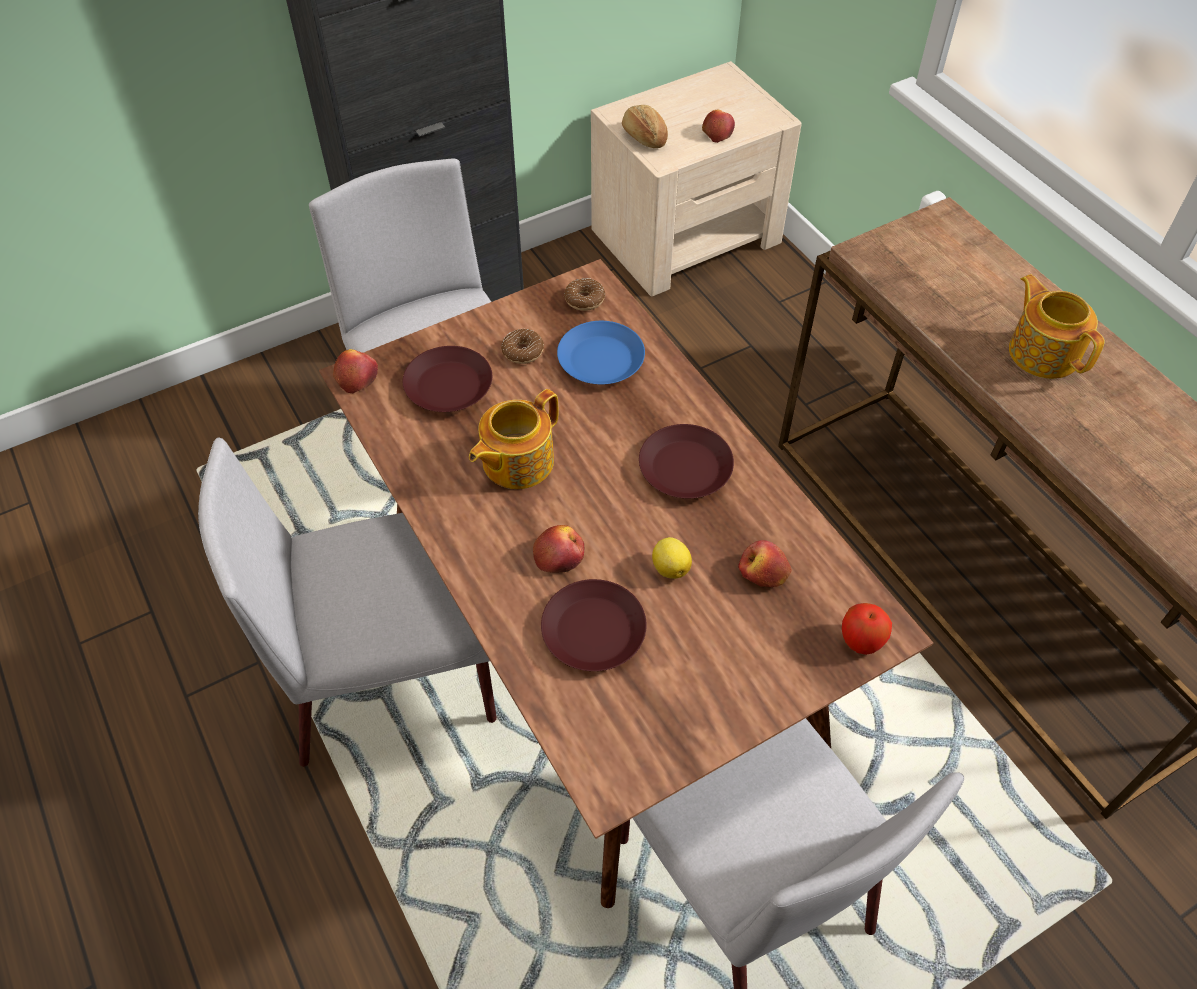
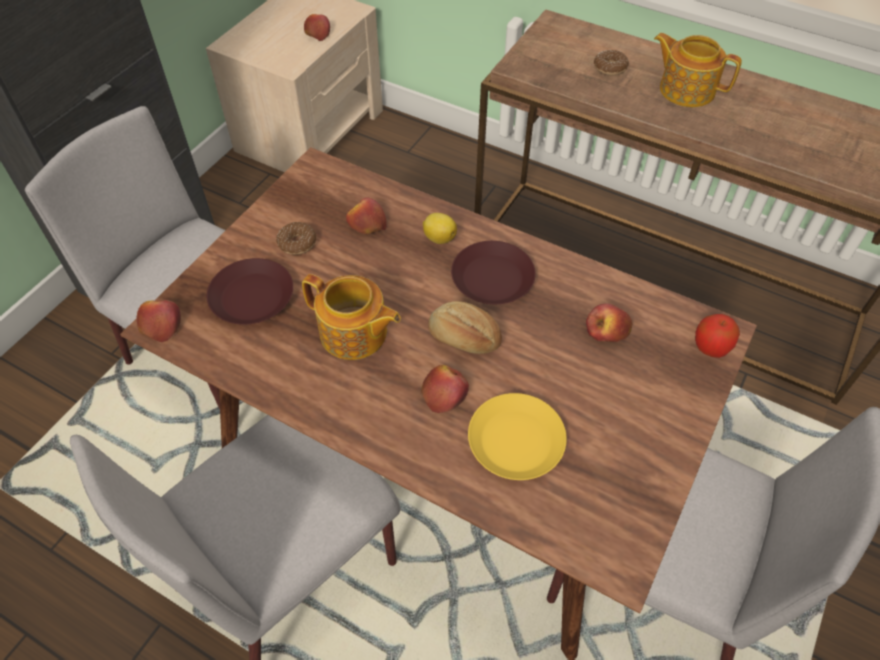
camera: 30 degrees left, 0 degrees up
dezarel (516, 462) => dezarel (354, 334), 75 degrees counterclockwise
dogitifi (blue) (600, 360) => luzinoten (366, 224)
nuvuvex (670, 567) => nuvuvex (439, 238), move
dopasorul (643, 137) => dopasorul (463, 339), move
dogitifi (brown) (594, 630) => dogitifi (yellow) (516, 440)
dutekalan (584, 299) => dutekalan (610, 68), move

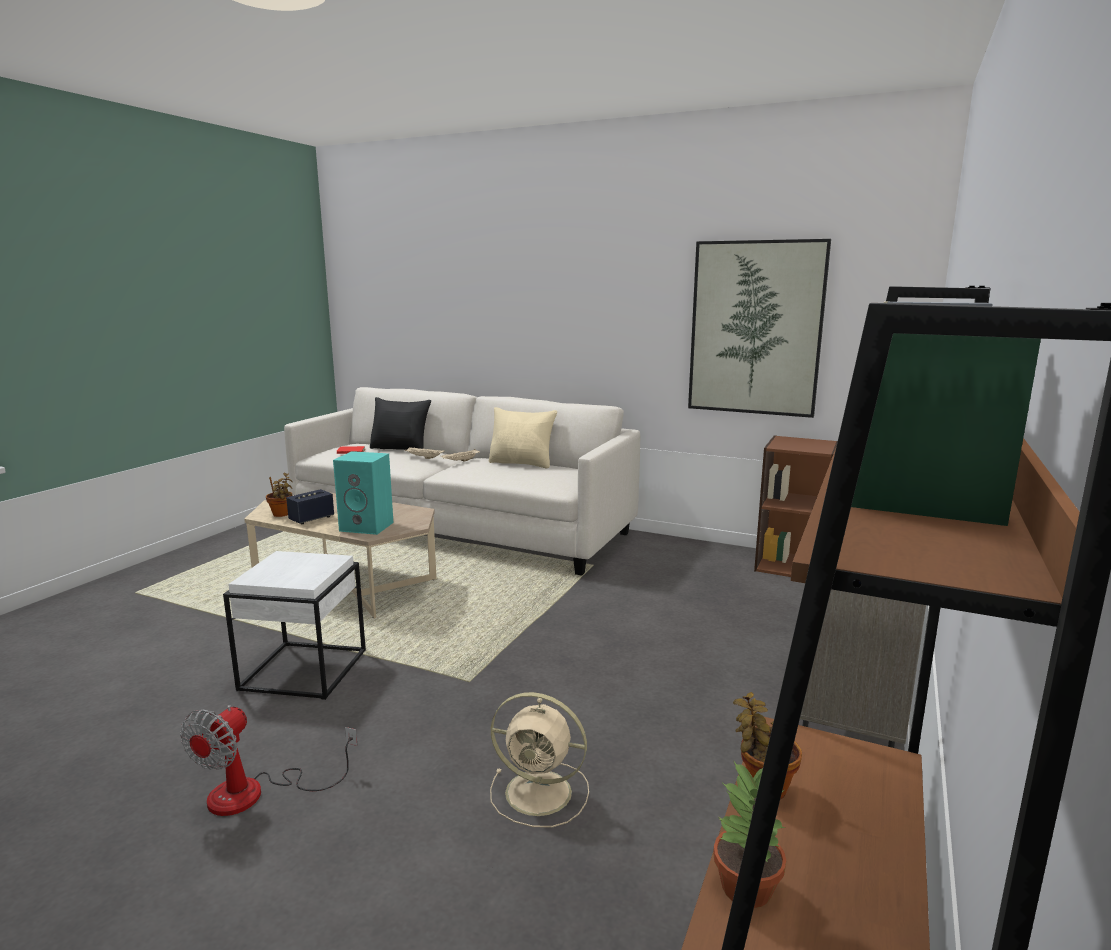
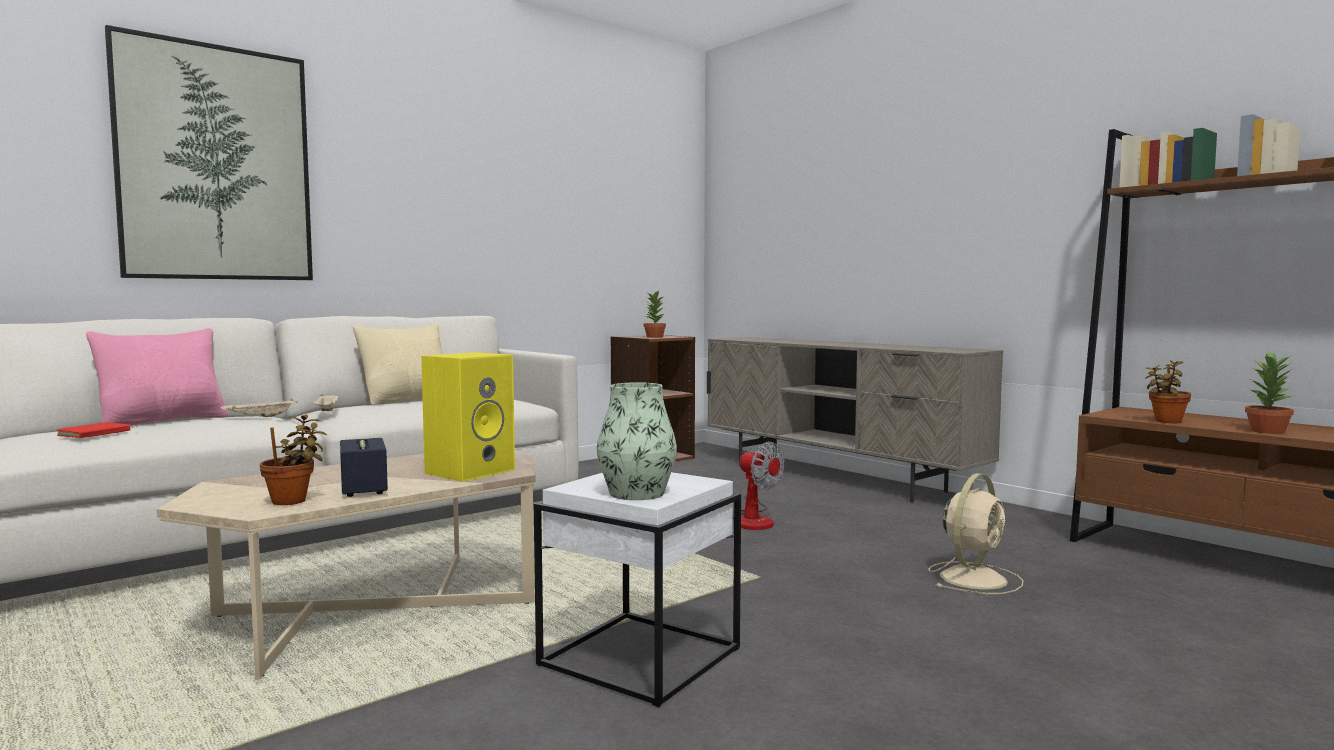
camera: 65 degrees left, 10 degrees down
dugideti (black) (400, 449) => dugideti (pink) (165, 421)
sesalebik (755, 328) => sesalebik (216, 163), move
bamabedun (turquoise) (368, 526) => bamabedun (yellow) (470, 471)
nothing => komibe (636, 493)
nothing => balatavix (654, 337)
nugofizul (256, 793) => nugofizul (754, 520), move

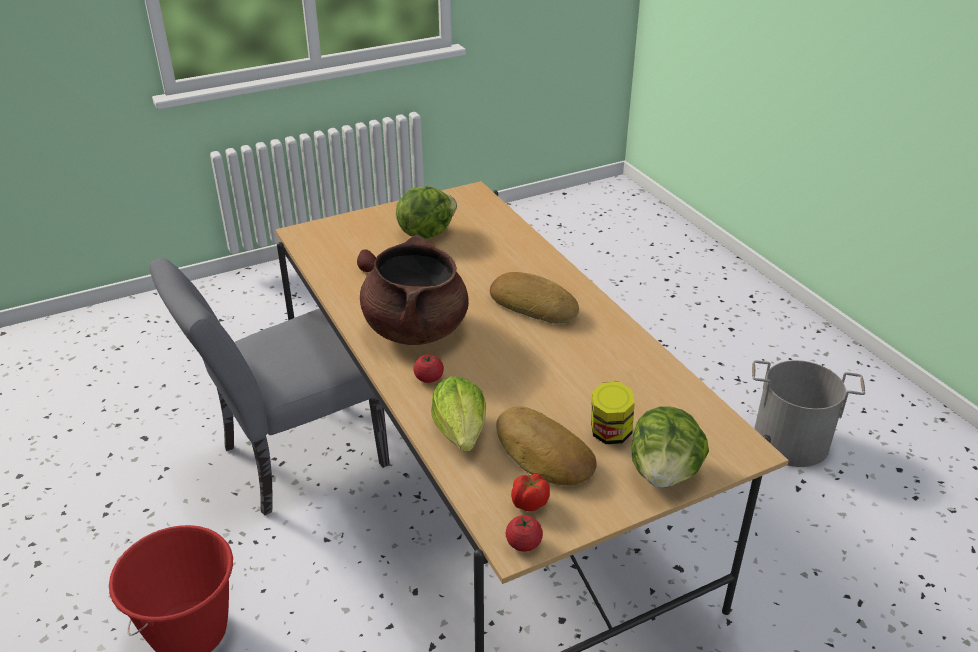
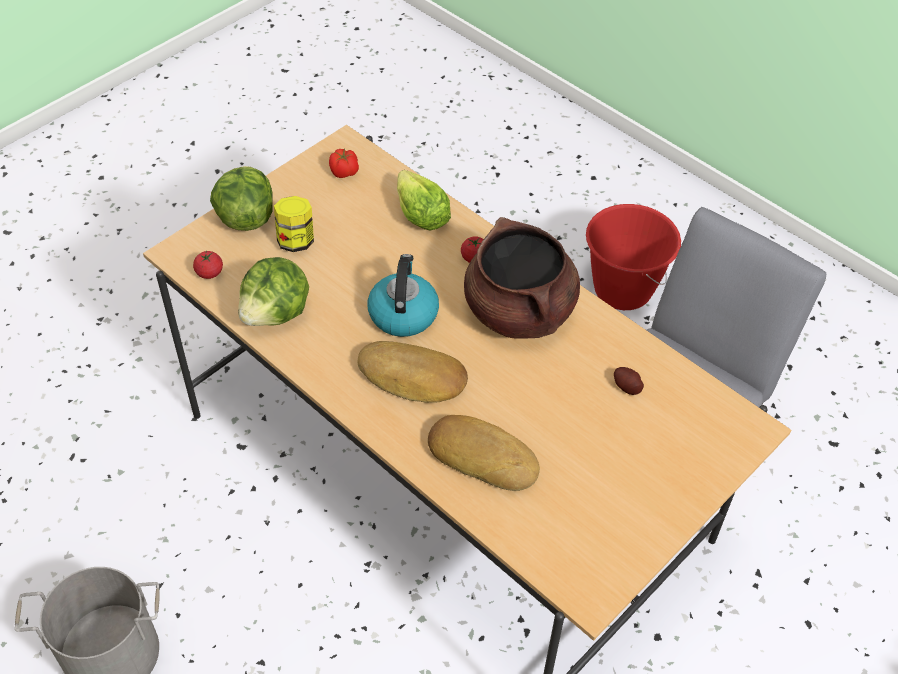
camera: 160 degrees right, 15 degrees up
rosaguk (523, 543) => rosaguk (209, 273), move
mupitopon (425, 232) => mupitopon (276, 313), move
nothing => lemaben (403, 313)
dopasorul (542, 454) => dopasorul (483, 456), move

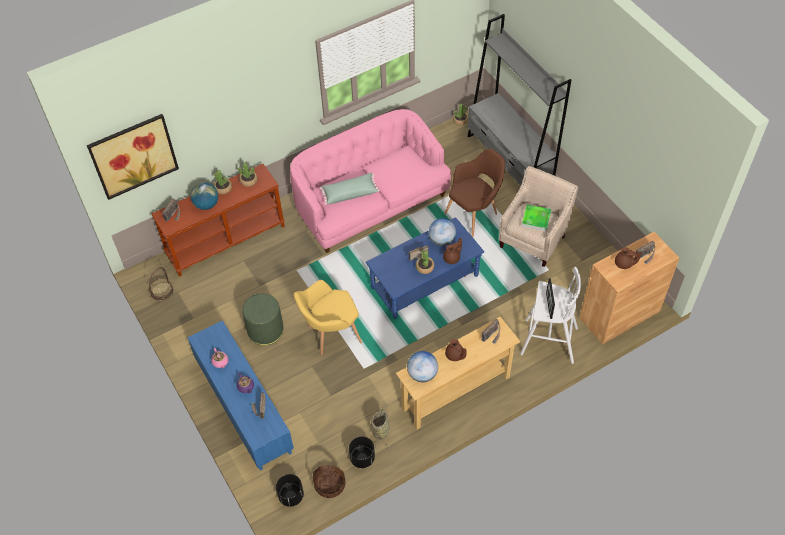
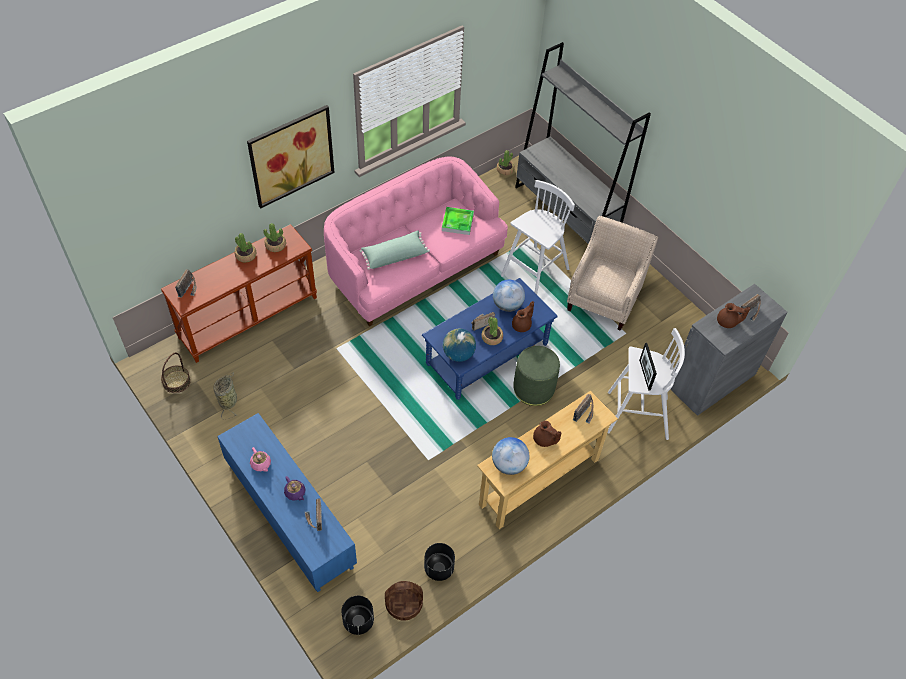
camera: 10 degrees left, 0 degrees up
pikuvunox (381, 431) => pikuvunox (228, 400), move
sesalebik (133, 156) => sesalebik (291, 156), move
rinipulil (536, 219) => rinipulil (457, 222), move
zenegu (206, 204) => zenegu (458, 354), move
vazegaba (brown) (474, 213) => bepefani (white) (534, 273)
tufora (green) (265, 330) => tufora (green) (533, 389), move
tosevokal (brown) (619, 314) => tosevokal (grey) (711, 380)
vazegaba (yellow) (330, 334) => nothing

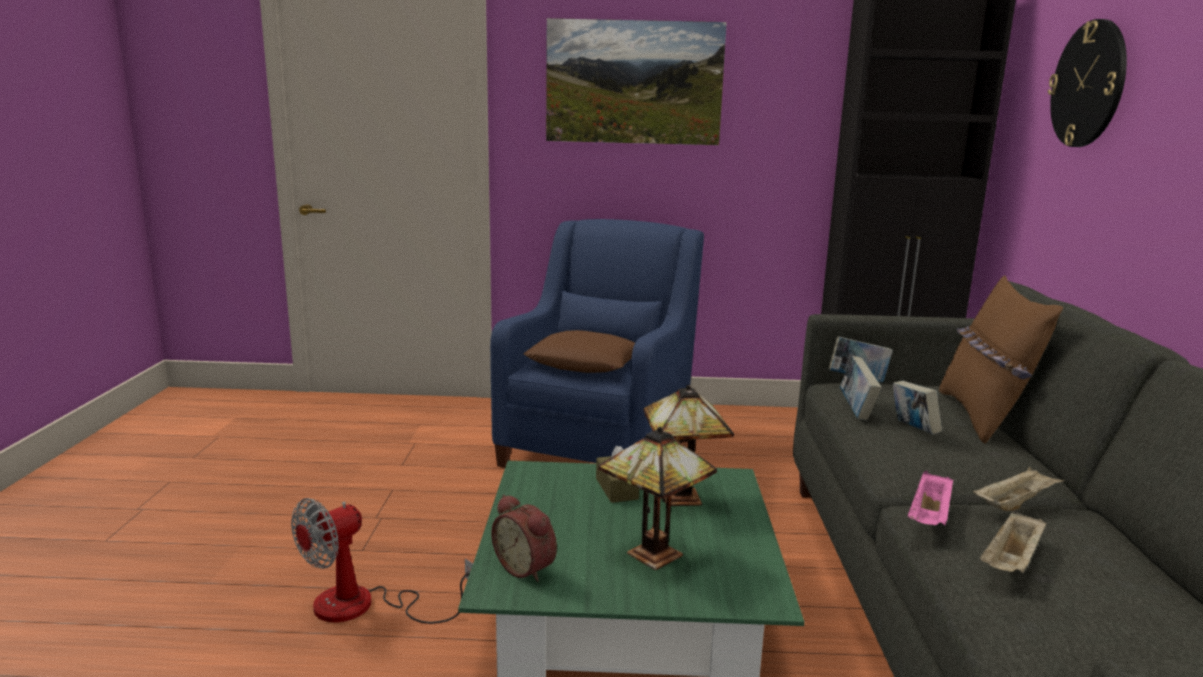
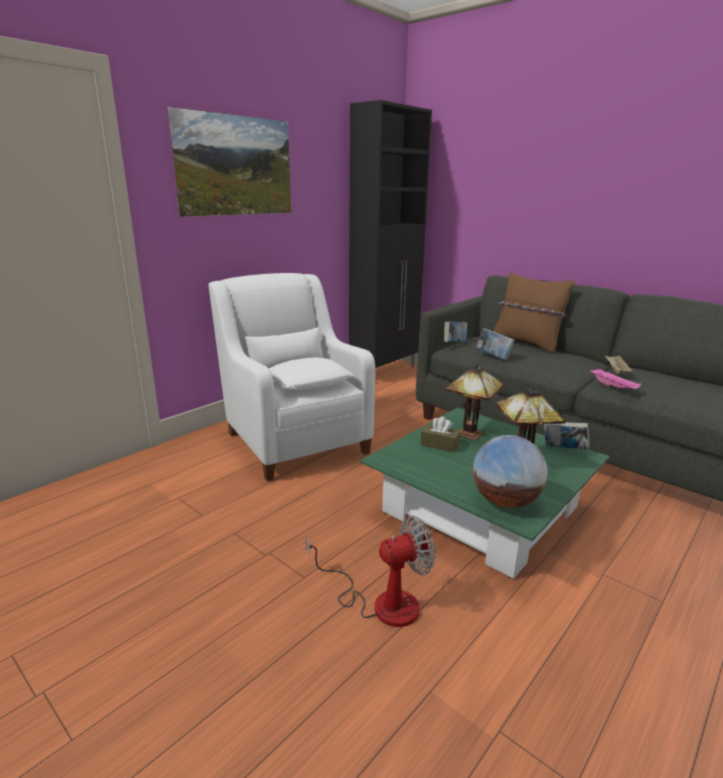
camera: 50 degrees left, 5 degrees up
vazegaba (blue) (599, 444) => vazegaba (white) (294, 439)
dugideti (brown) (584, 362) => dugideti (white) (309, 382)
nugofizul (364, 606) => nugofizul (381, 602), 105 degrees counterclockwise
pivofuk (527, 567) => zenegu (505, 501)
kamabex (913, 430) => kamabex (563, 450), move
rinipulil (beige) (1011, 562) => nothing
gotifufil (1088, 84) => nothing

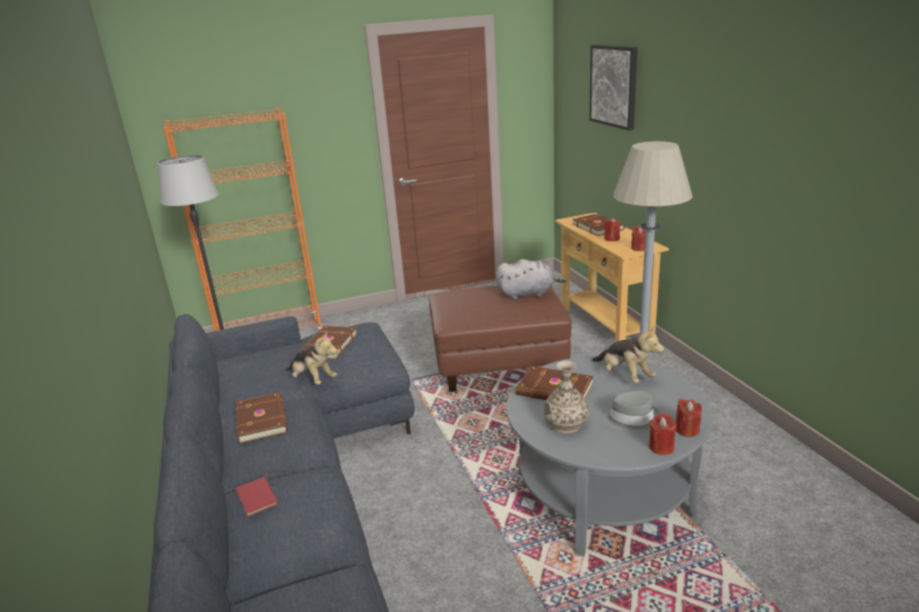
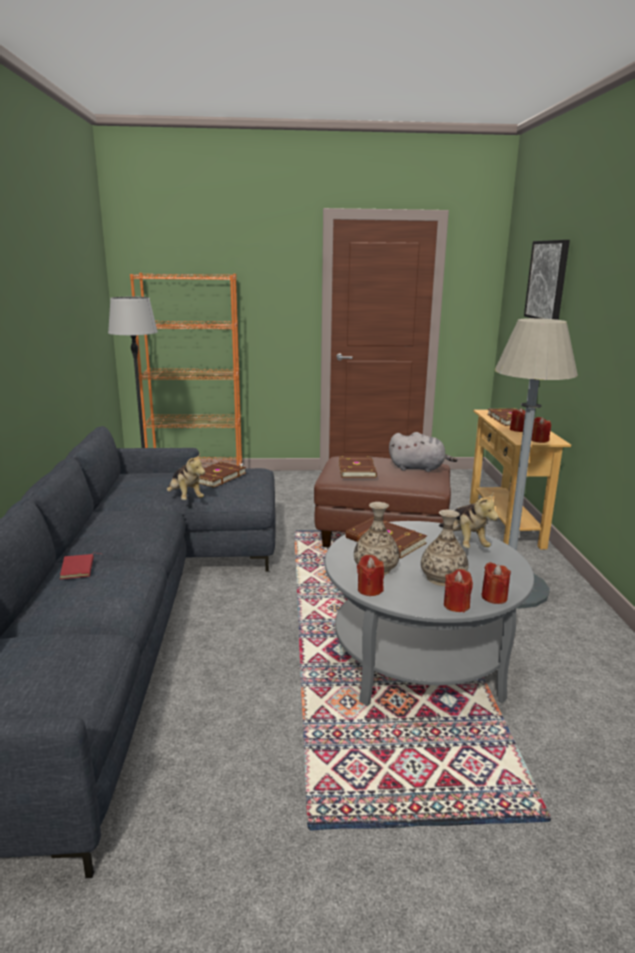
camera: 15 degrees right, 5 degrees down
kamabex (brown) (263, 419) => kamabex (brown) (358, 469), move
nothing => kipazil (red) (369, 589)
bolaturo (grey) (631, 419) => komibe (442, 578)

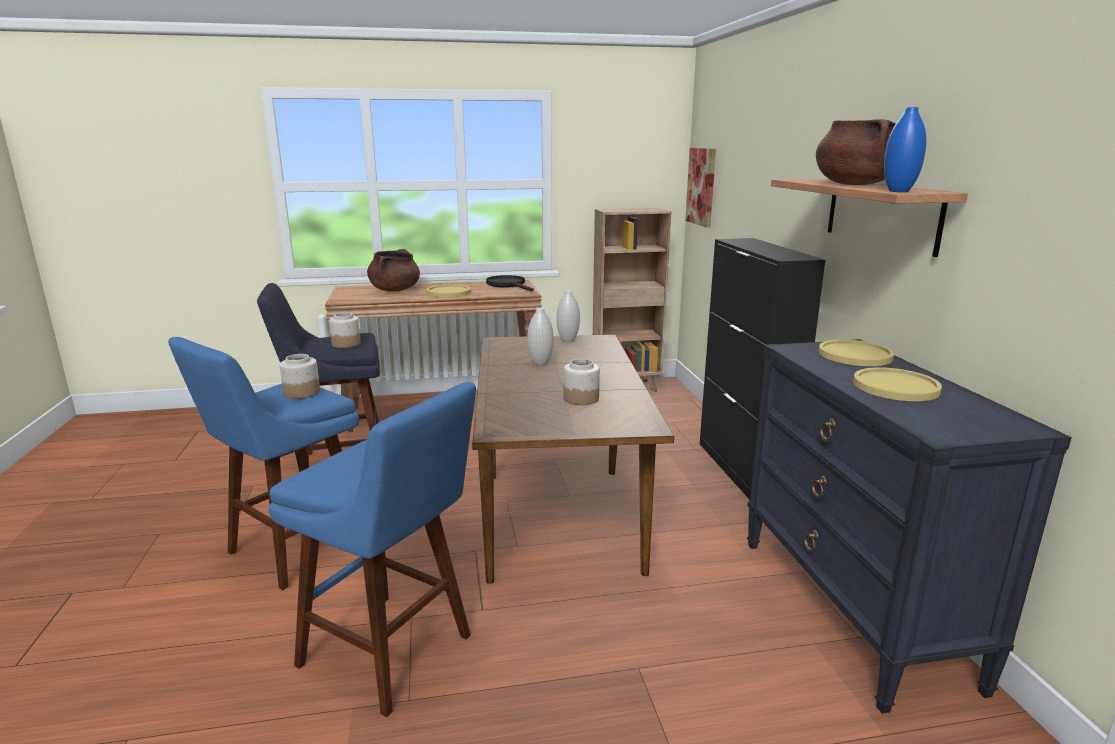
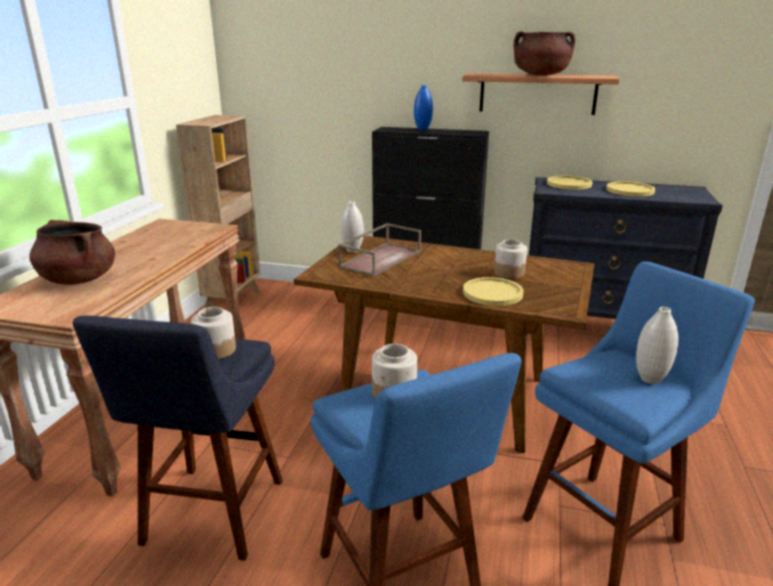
camera: 65 degrees left, 5 degrees up
nothing => rinipulil (brown) (380, 258)
komibe (blue) (898, 191) => komibe (blue) (422, 129), move
dogitifi (yellow) (448, 292) => dogitifi (yellow) (492, 293), move
komibe (white) (540, 363) => komibe (white) (650, 379), move
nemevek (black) (509, 285) => nothing
sesalebik (701, 186) => nothing

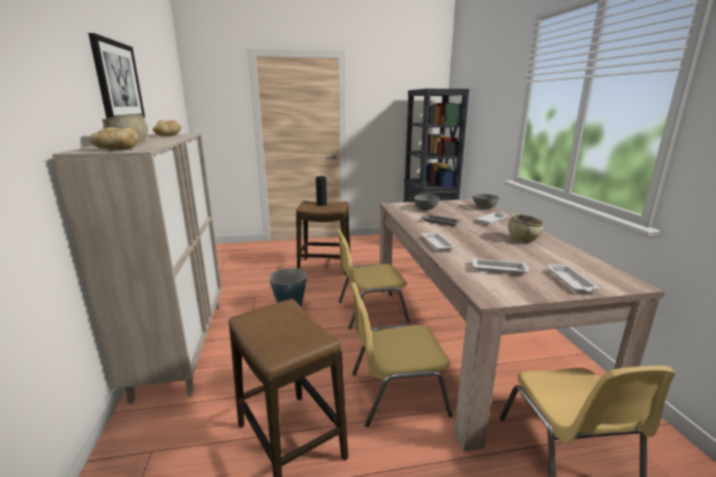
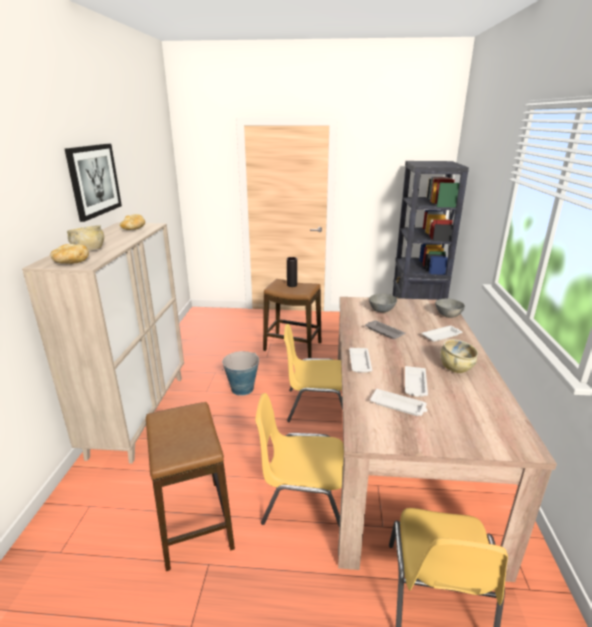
camera: 15 degrees right, 5 degrees up
rinipulil (white) (570, 281) => rinipulil (white) (415, 384), move

